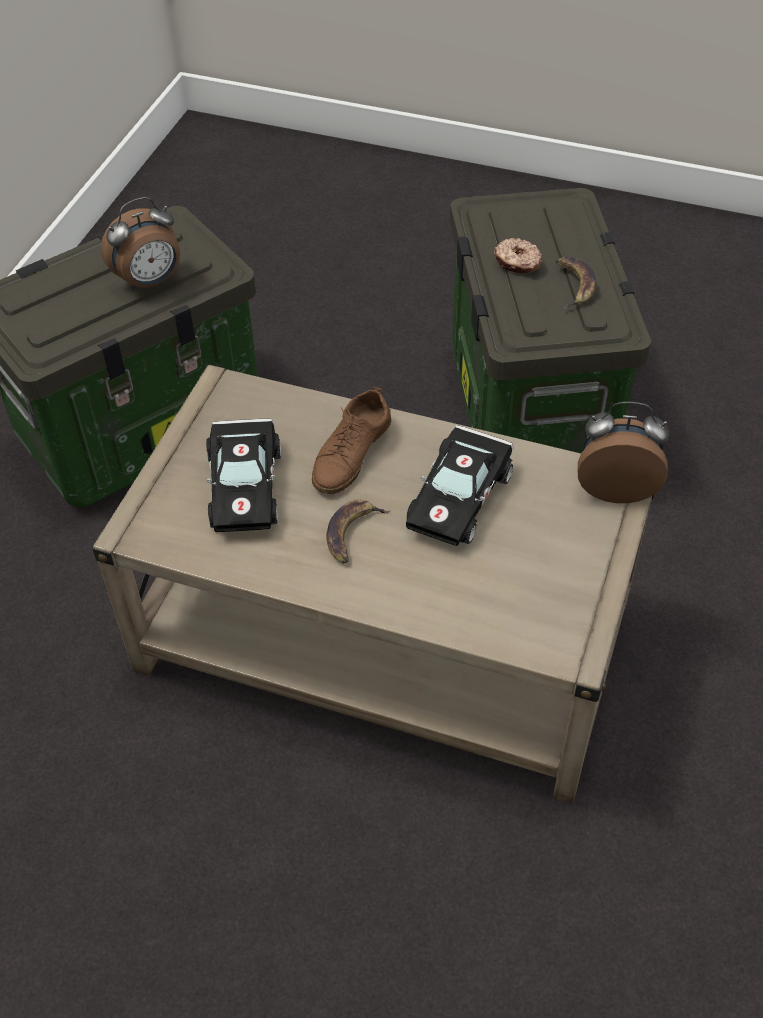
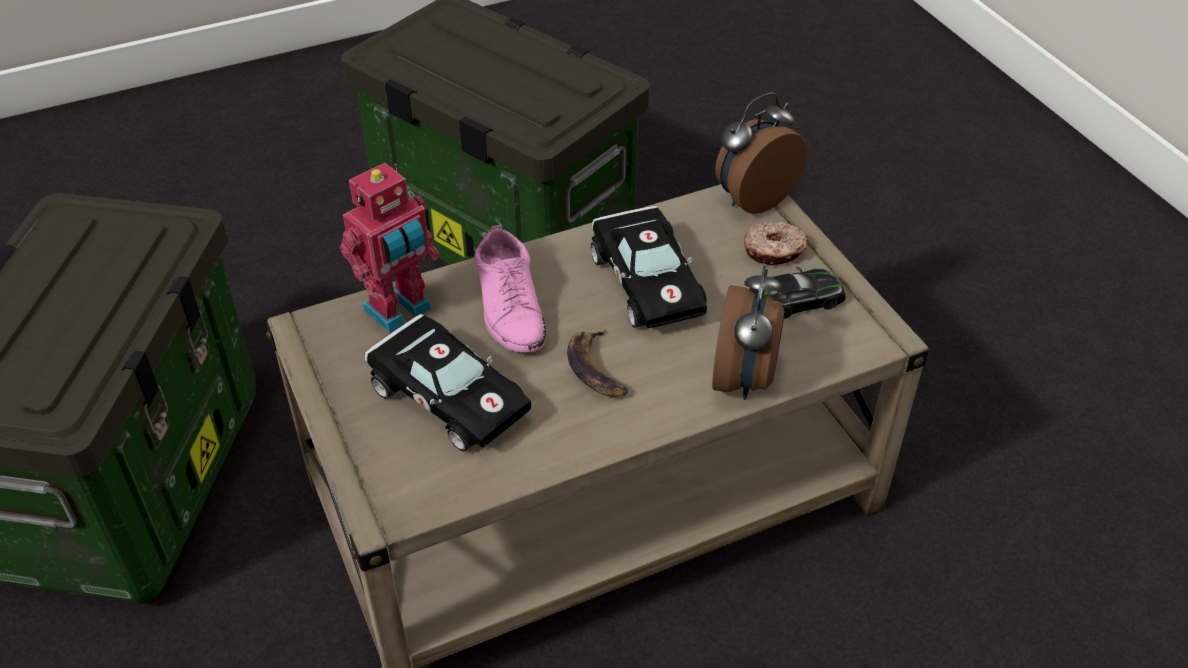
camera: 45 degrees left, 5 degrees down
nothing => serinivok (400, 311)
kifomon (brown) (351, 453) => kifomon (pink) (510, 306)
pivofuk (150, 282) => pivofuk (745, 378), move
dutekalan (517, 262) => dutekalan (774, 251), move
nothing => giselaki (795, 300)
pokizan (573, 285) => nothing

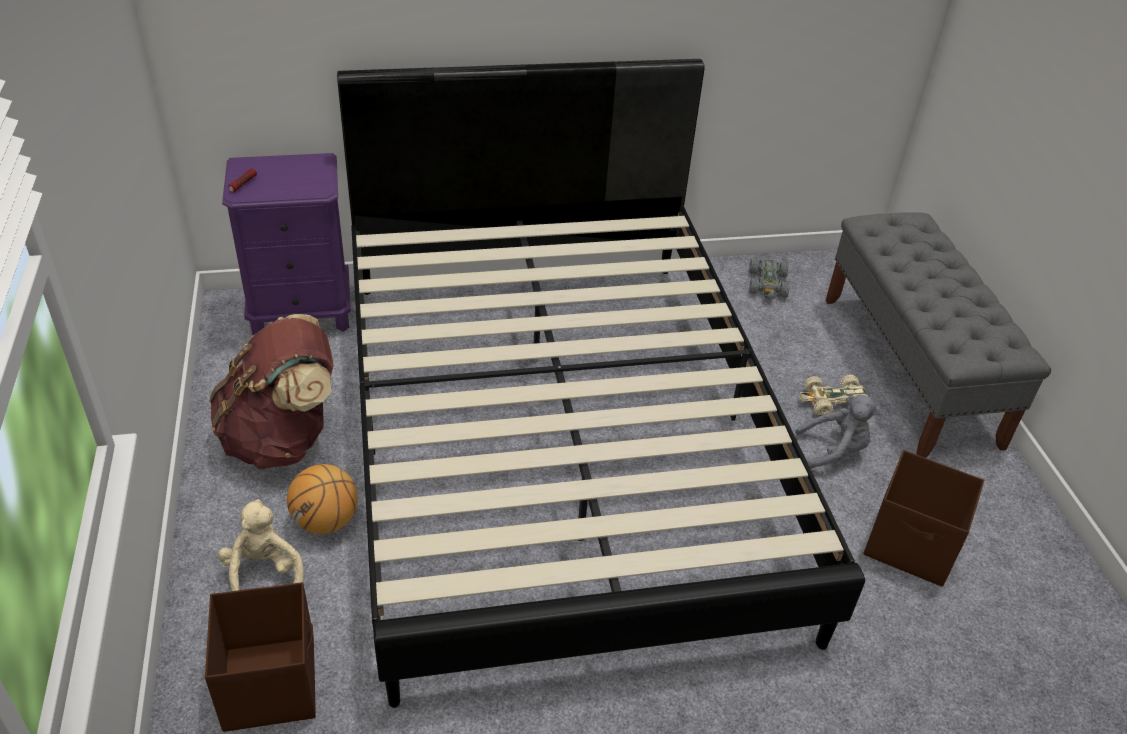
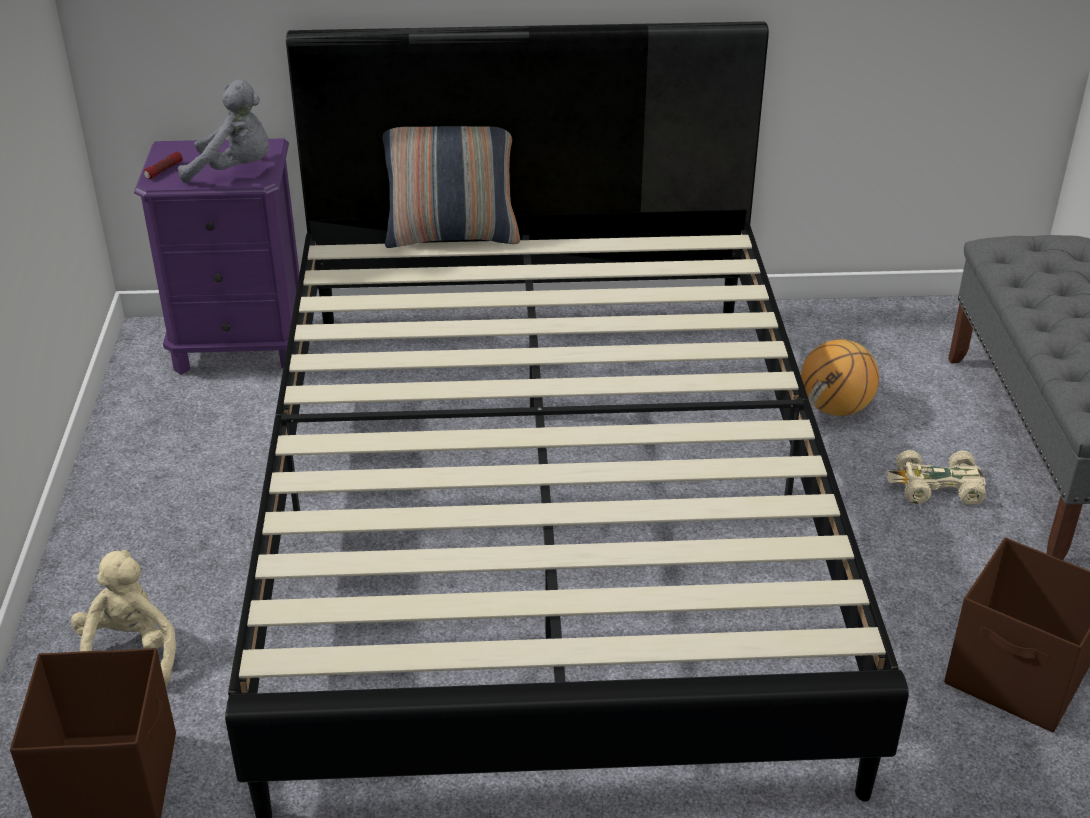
camera: 10 degrees right, 5 degrees down
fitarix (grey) (834, 451) => fitarix (grey) (235, 170), move
nothing => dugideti (452, 236)
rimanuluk (326, 521) => rimanuluk (835, 408), move
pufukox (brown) (283, 439) => nothing
giselaki (grey) (767, 284) => nothing

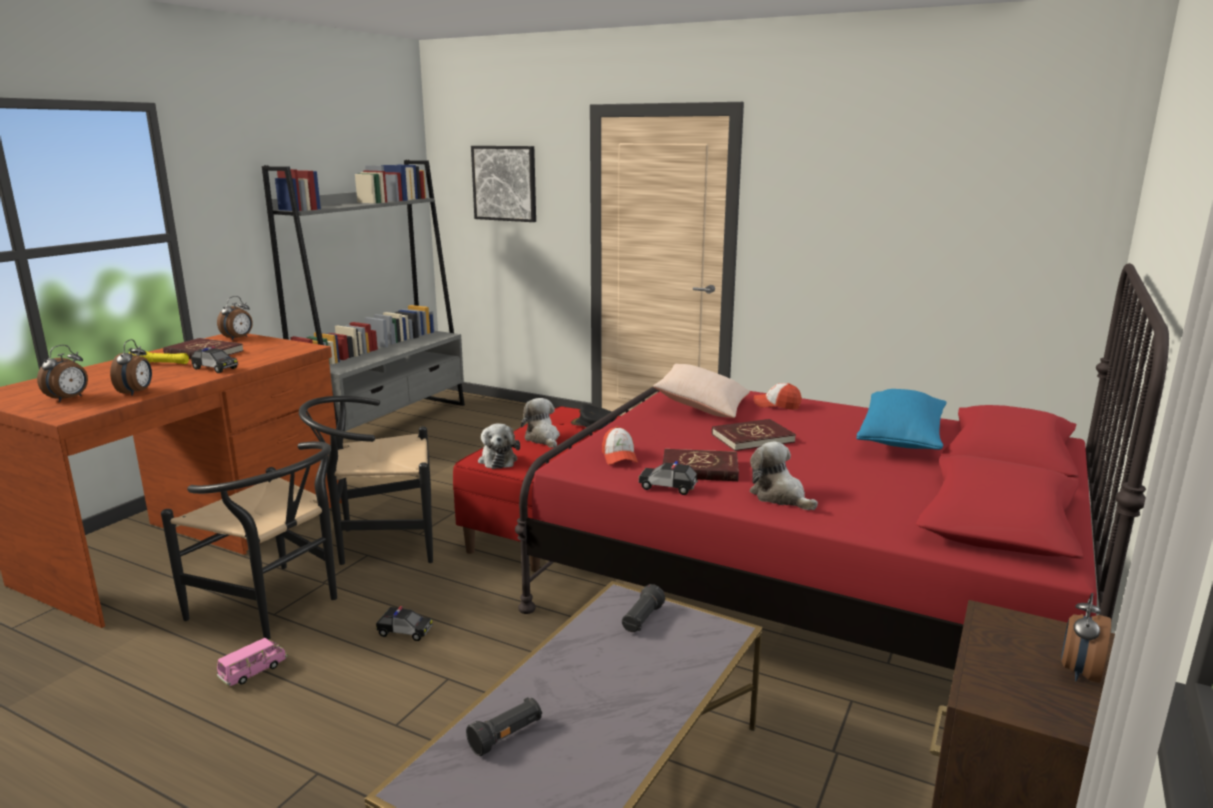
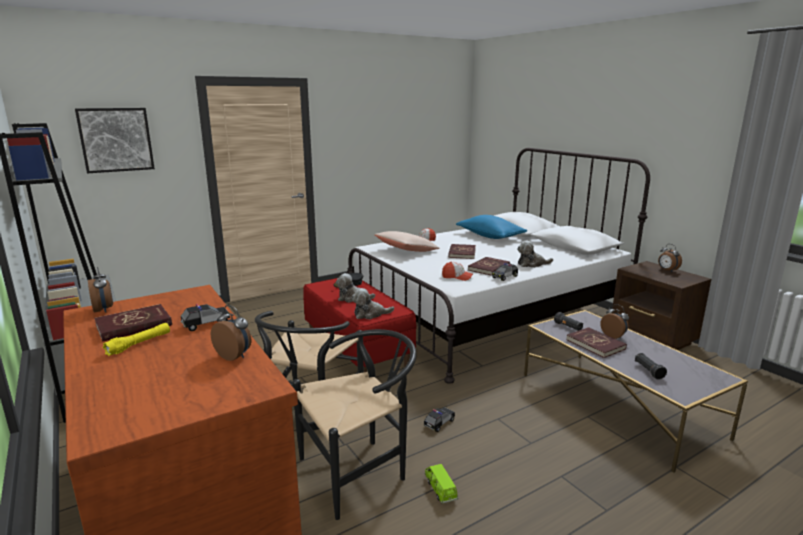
camera: 60 degrees left, 0 degrees up
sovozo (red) (811, 586) => sovozo (white) (487, 315)
fitarix (498, 460) => fitarix (370, 314), 150 degrees clockwise
giselaki (pink) (253, 671) => giselaki (green) (440, 489)
nothing => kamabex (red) (595, 344)
pivofuk (69, 399) => pivofuk (613, 336), move

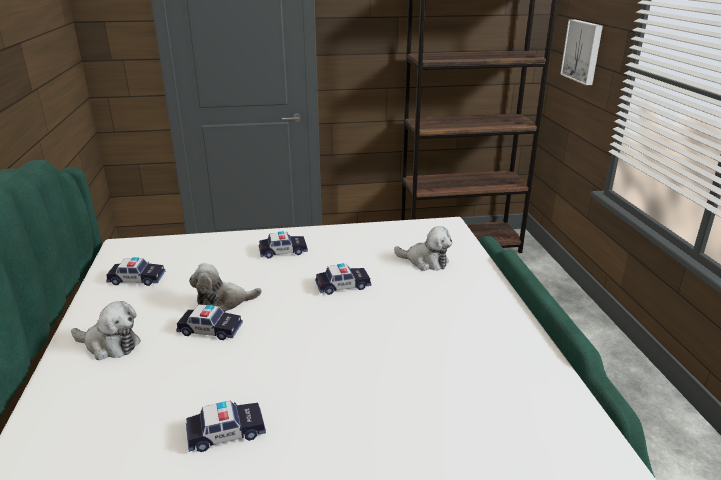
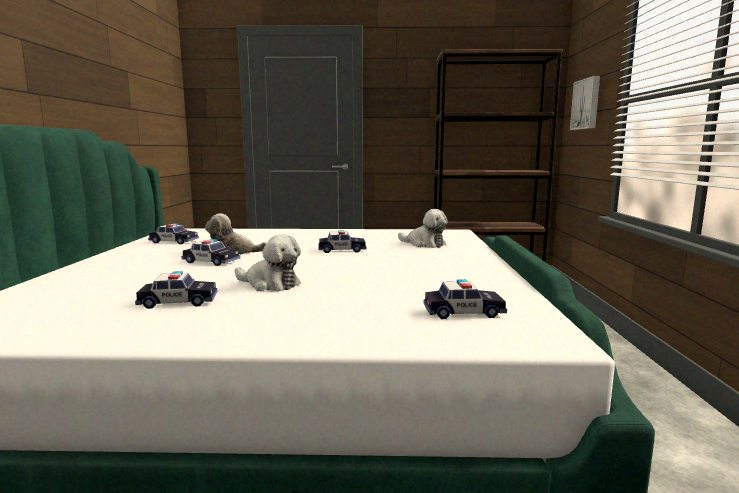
camera: 10 degrees right, 15 degrees down
fitarix (109, 345) => fitarix (270, 284), move
giselaki (283, 251) => giselaki (463, 312), move

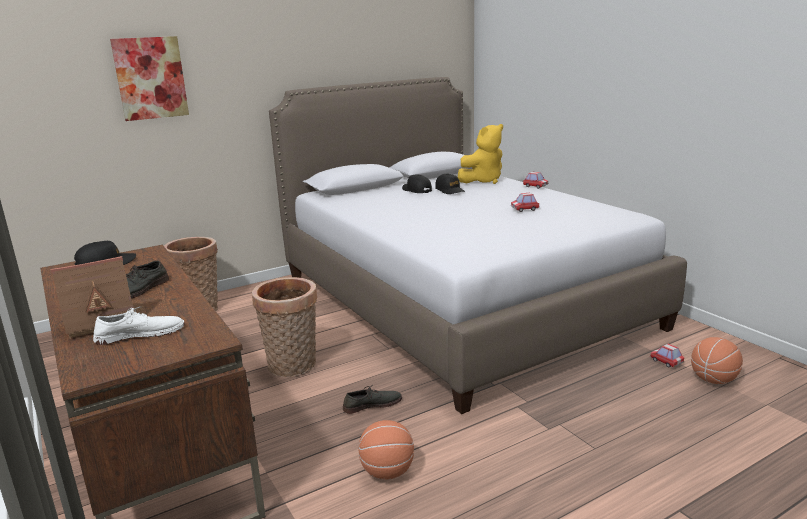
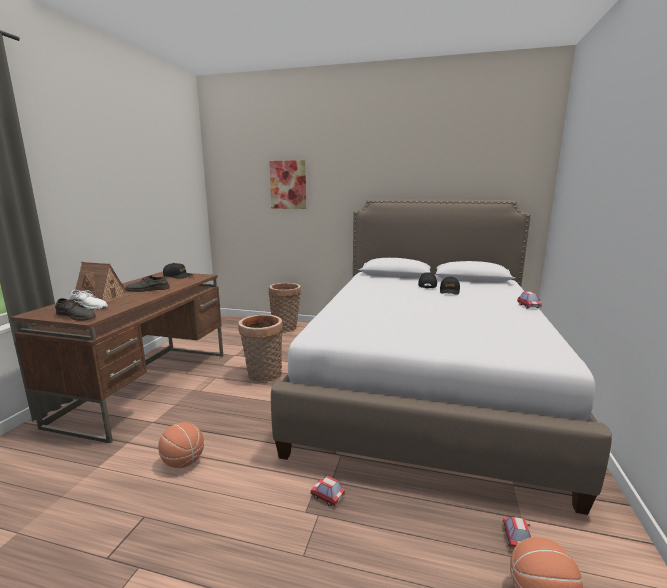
camera: 45 degrees right, 5 degrees down
kifomon (grey) (372, 404) => kifomon (grey) (77, 316), move
giselaki (524, 209) => giselaki (327, 497), move
fitarix (yellow) (483, 181) => nothing

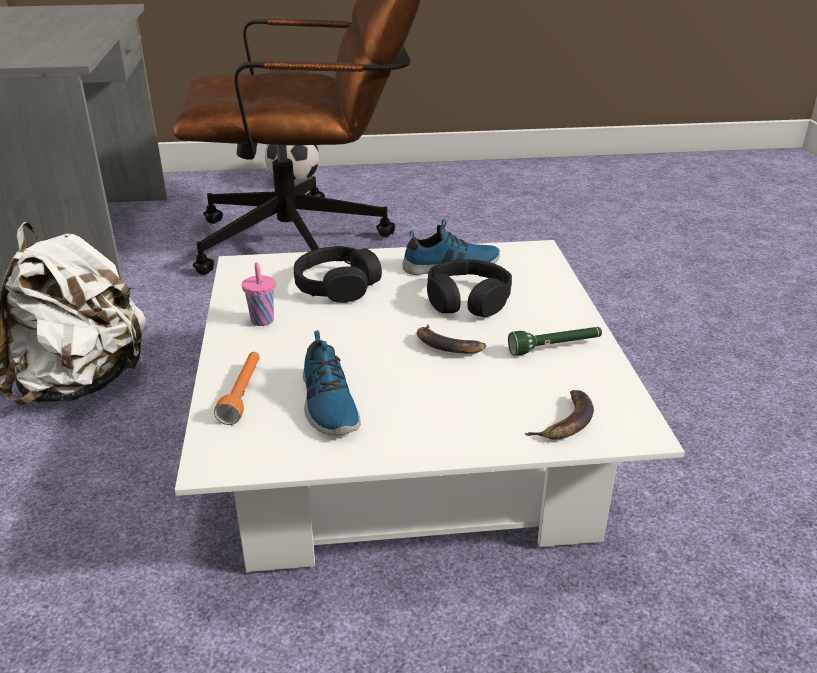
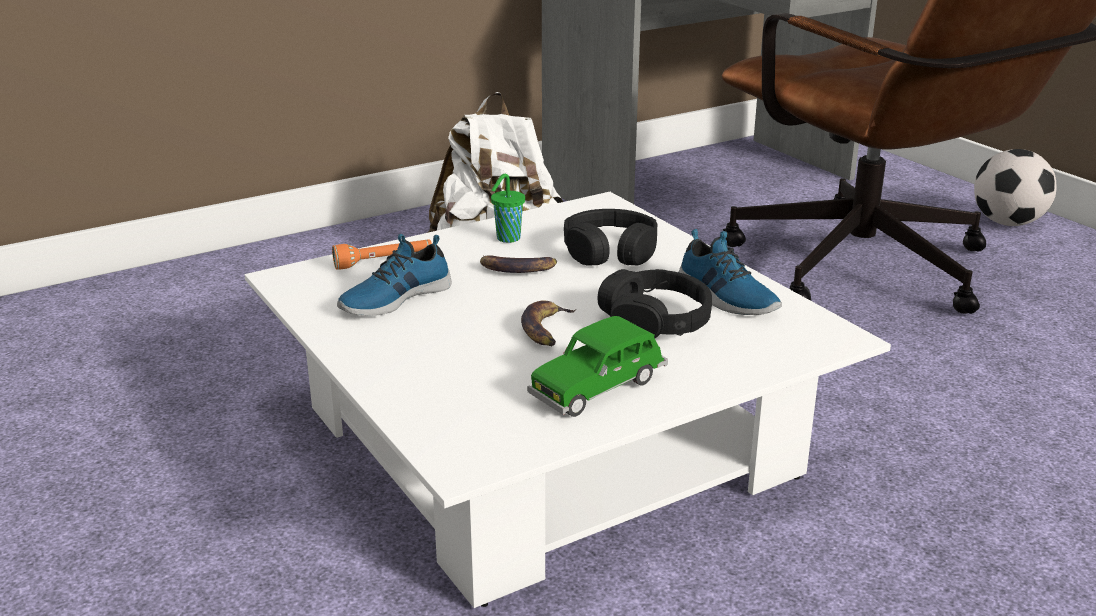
camera: 65 degrees right, 5 degrees down
pokizan (565, 421) => pokizan (516, 269), move
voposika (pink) (262, 321) => voposika (green) (507, 239)
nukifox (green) (555, 347) => giselaki (green) (599, 389)

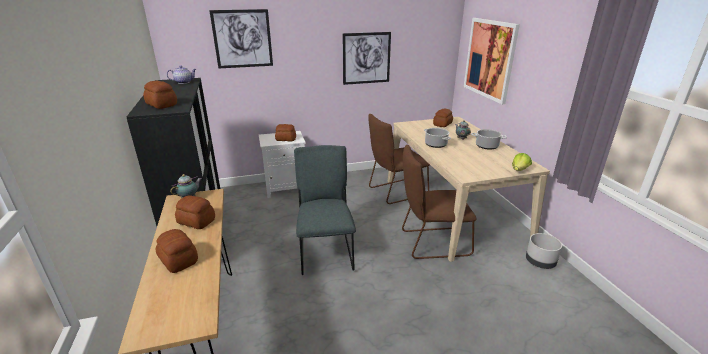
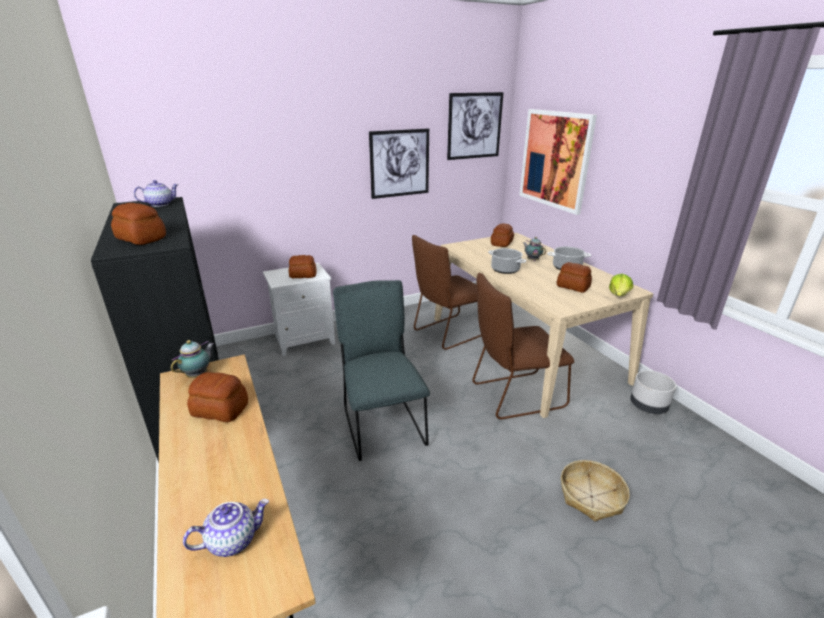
camera: 10 degrees left, 0 degrees up
nothing => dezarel (233, 540)
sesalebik (242, 39) => sesalebik (474, 126), move
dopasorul (178, 260) => dopasorul (573, 287), move
nothing => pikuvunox (591, 497)

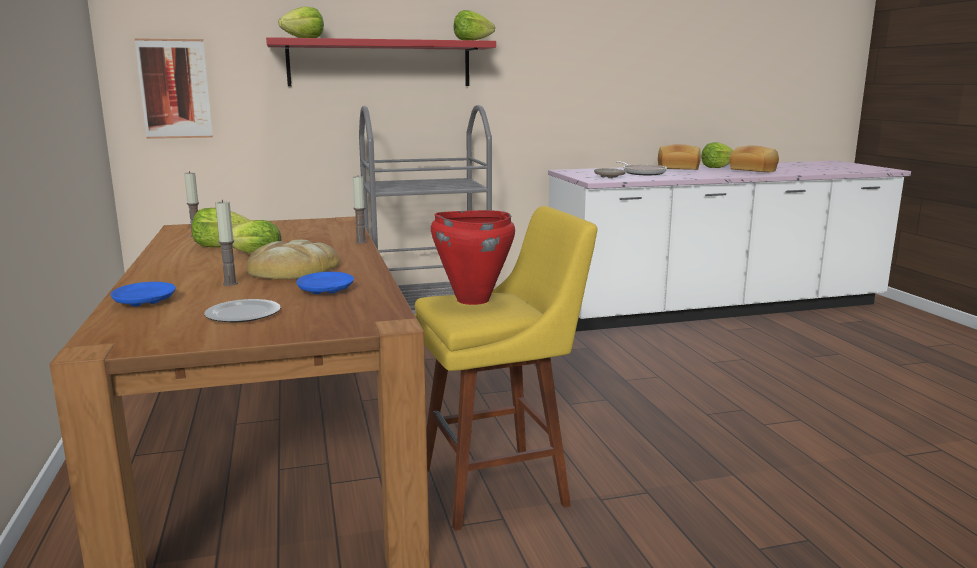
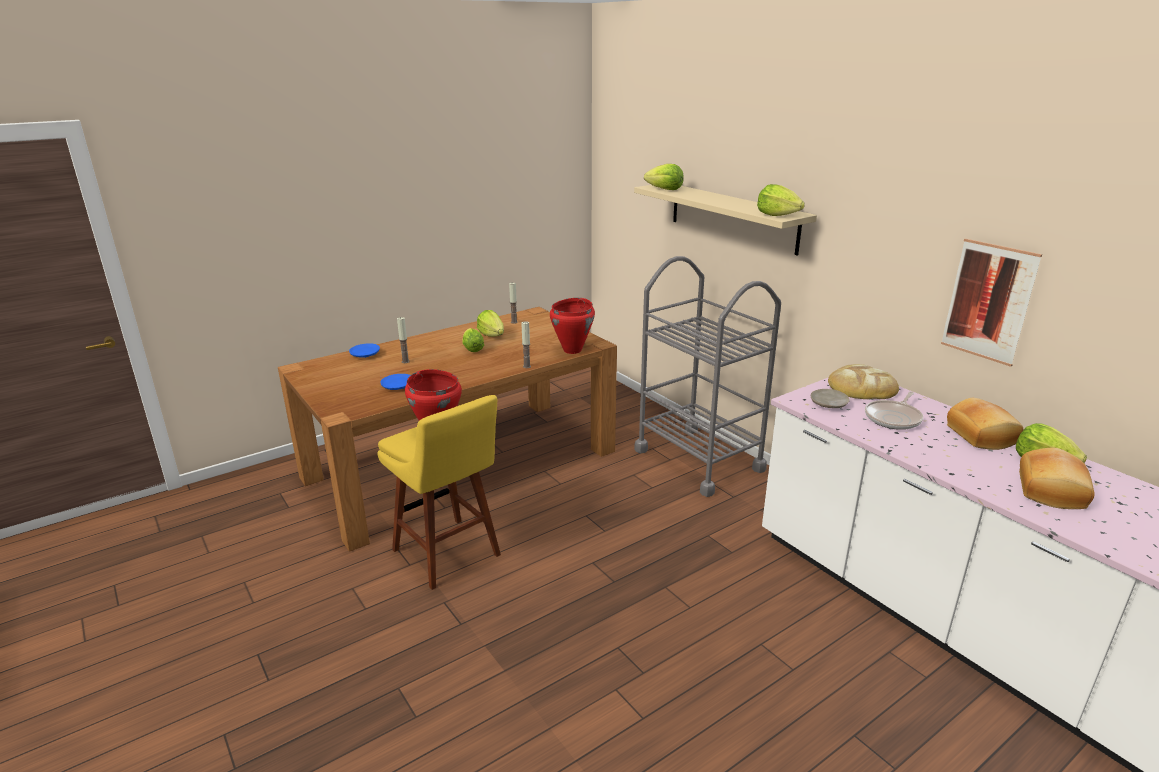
camera: 70 degrees right, 10 degrees up
nothing => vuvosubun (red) (573, 350)
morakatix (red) (380, 64) => morakatix (beige) (732, 217)
dopasorul (293, 269) => dopasorul (861, 387), move
sesalebik (174, 89) => sesalebik (988, 302), move
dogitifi (242, 314) => nothing

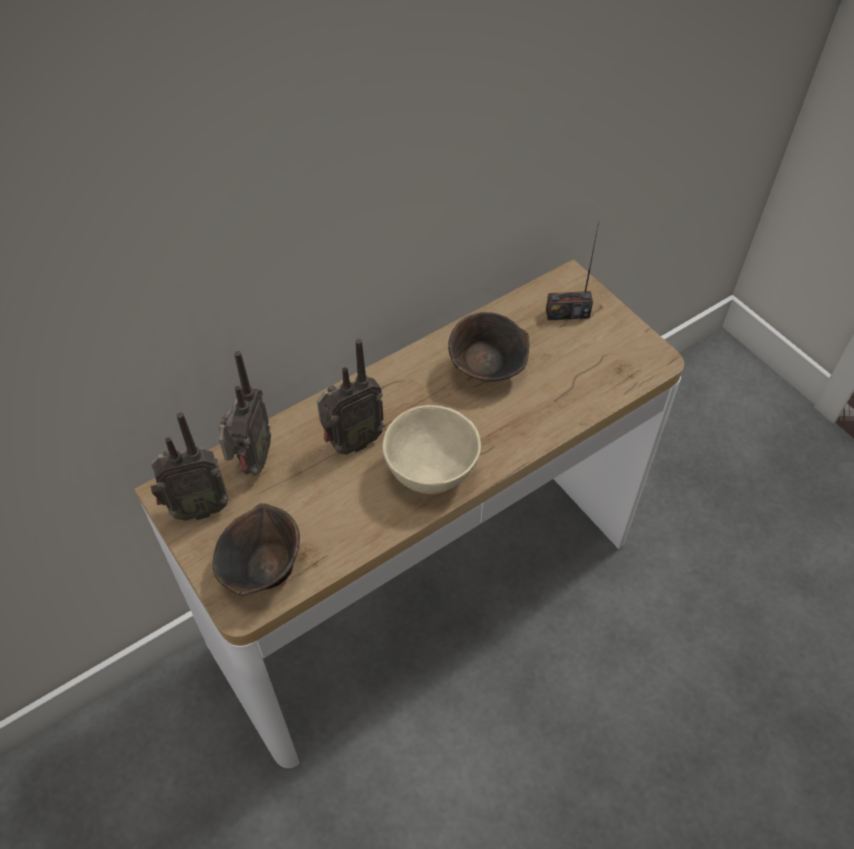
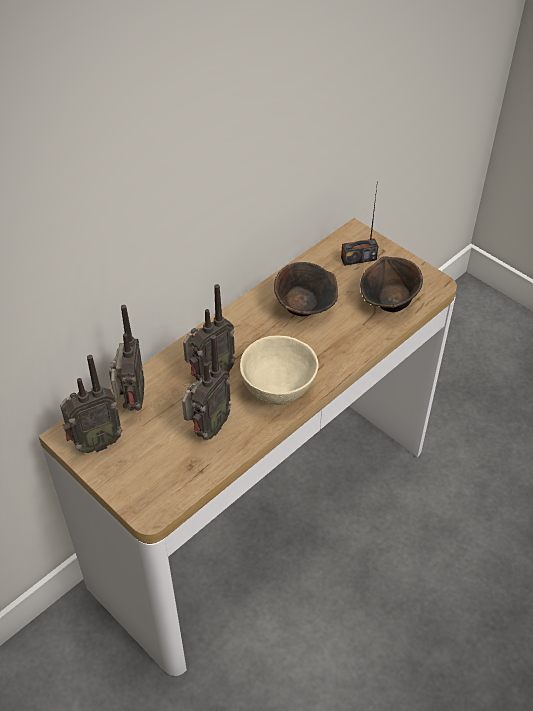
camera: 10 degrees left, 5 degrees down
nothing => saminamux (207, 429)
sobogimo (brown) (263, 570) => sobogimo (brown) (389, 303), move

